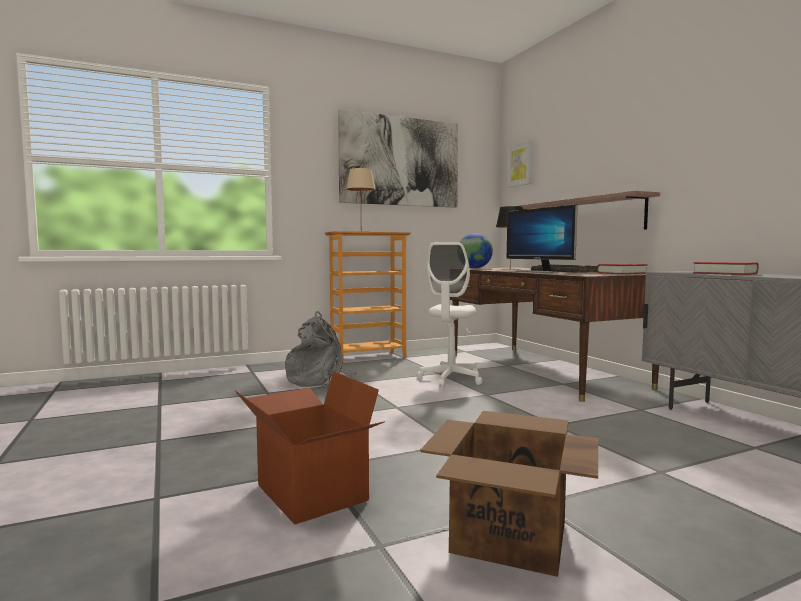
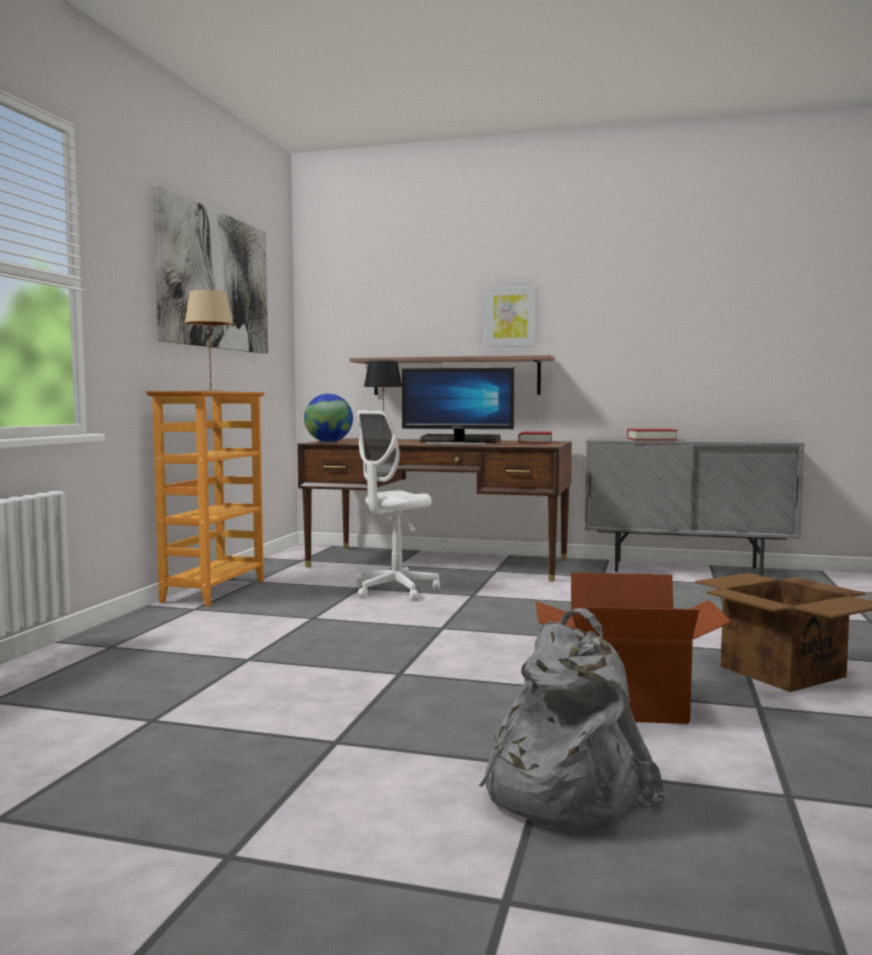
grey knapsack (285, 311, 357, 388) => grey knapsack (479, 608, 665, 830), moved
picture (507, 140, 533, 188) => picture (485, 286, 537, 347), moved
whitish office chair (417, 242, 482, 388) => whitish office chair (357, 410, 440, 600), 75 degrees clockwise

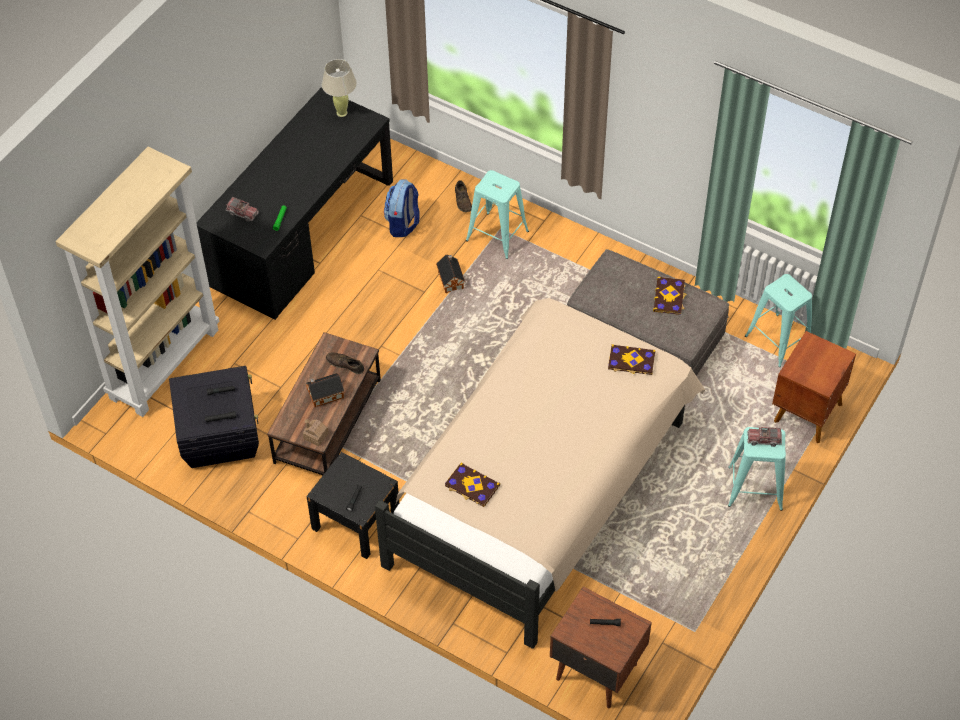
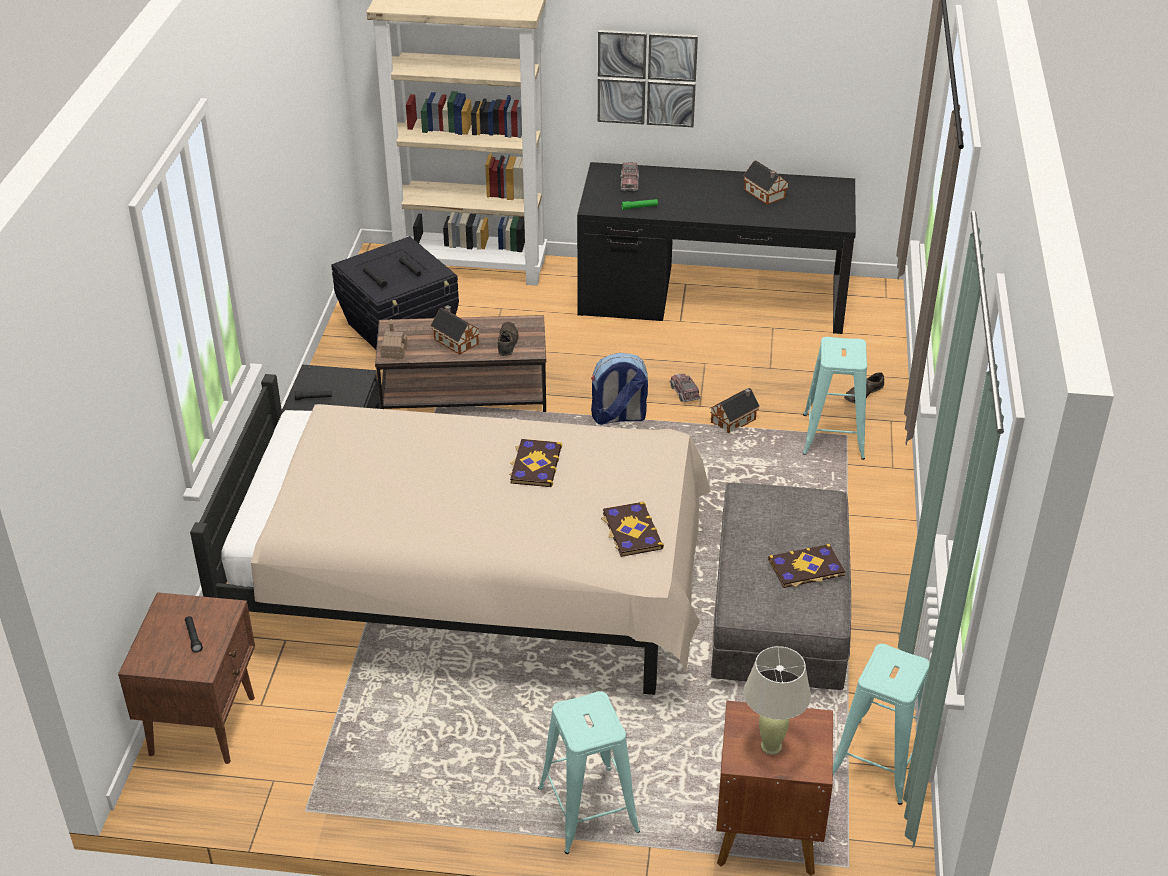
nothing => picture (598, 30, 698, 127)
nothing => model house (743, 160, 789, 205)
sand-coloured tabletop lamp (322, 59, 357, 117) => sand-coloured tabletop lamp (743, 646, 811, 755), moved
knapsack (384, 179, 420, 237) => knapsack (591, 353, 648, 425), moved
book (445, 463, 500, 507) => book (509, 439, 562, 487), moved
model truck (747, 427, 782, 447) => model truck (670, 373, 701, 402), moved

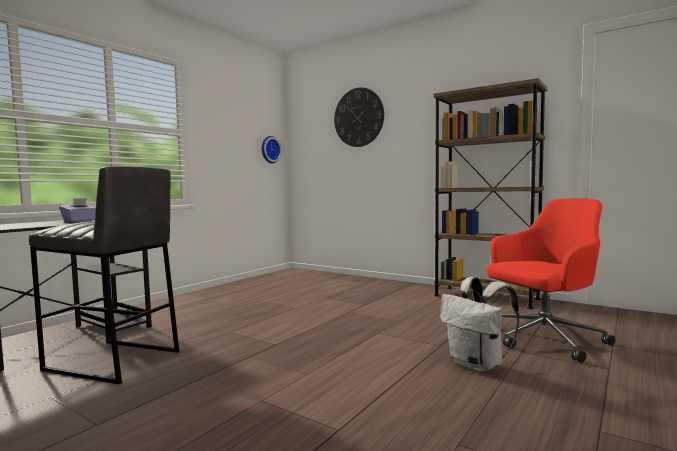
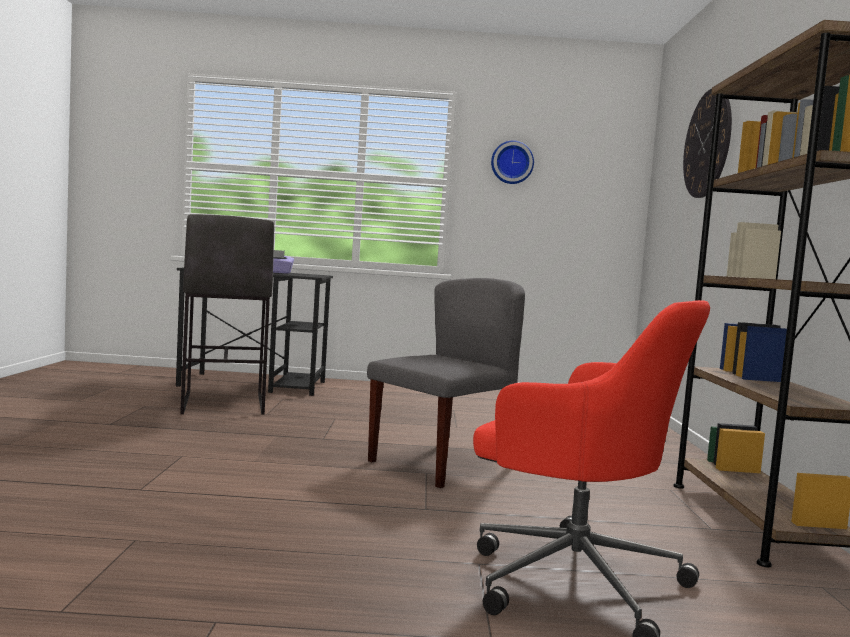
whitish knapsack (440, 277, 519, 372) => nothing
nothing => grey chair (367, 278, 525, 488)
clock on the wall (261, 136, 282, 163) => clock on the wall (491, 140, 534, 184), moved

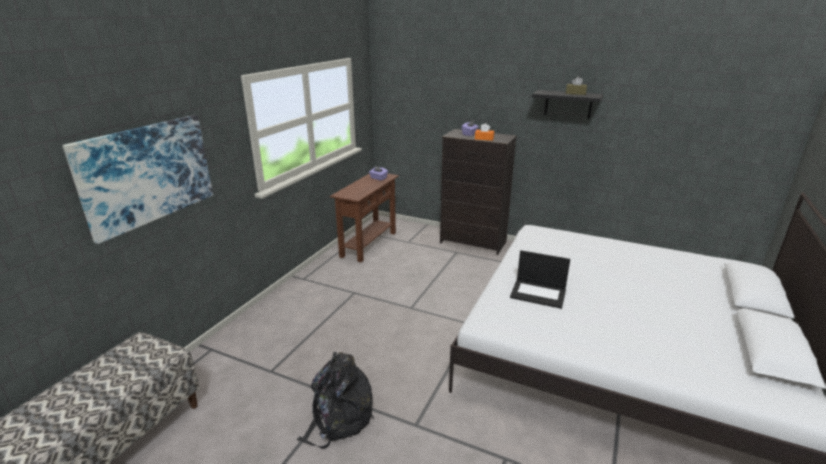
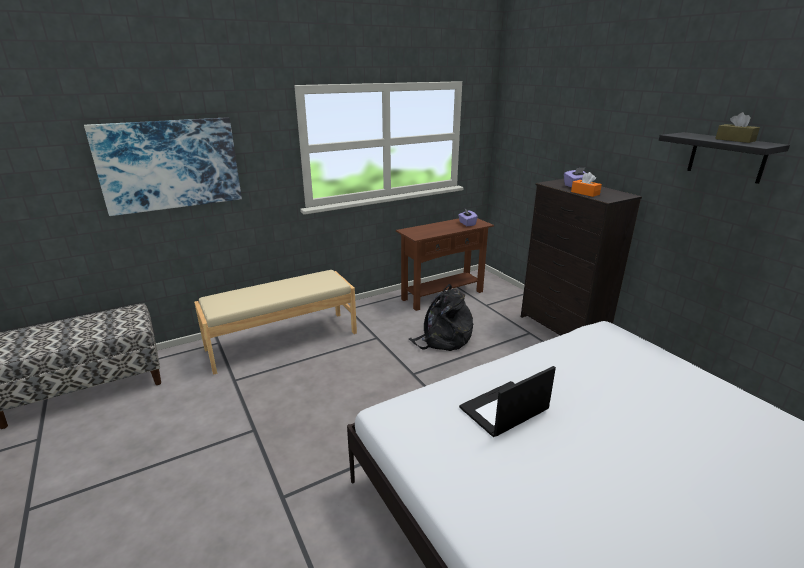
nothing => sand-coloured indoor bench (194, 270, 357, 375)
black-coloured knapsack (297, 351, 374, 449) => black-coloured knapsack (409, 284, 473, 351), moved
notebook computer (510, 250, 570, 309) => notebook computer (459, 366, 556, 437), 90 degrees clockwise

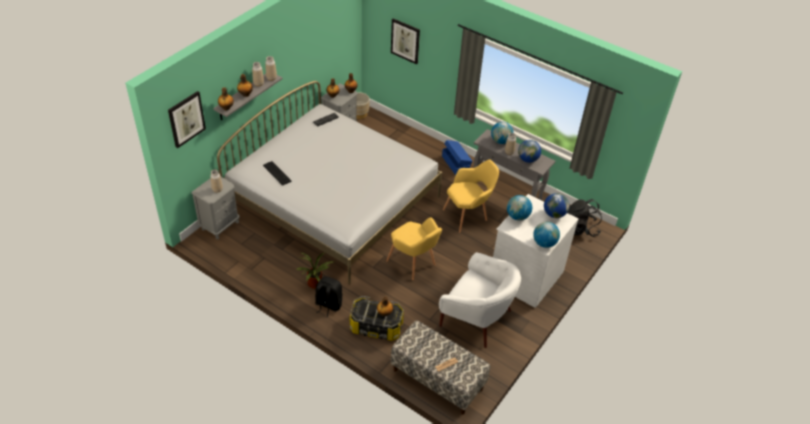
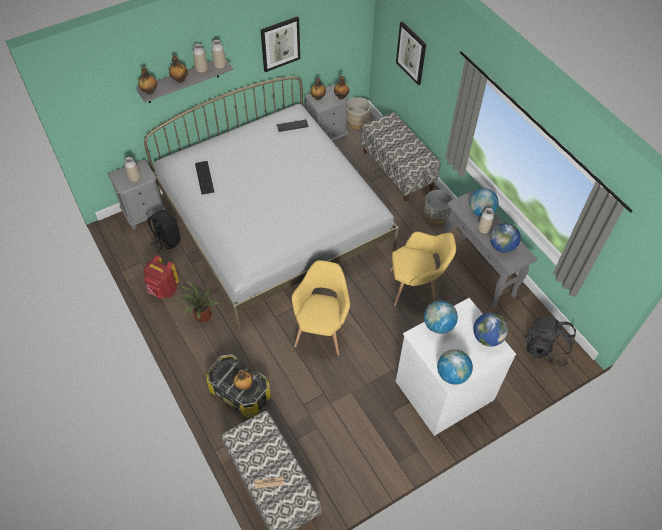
whitish armchair (439, 252, 521, 348) => nothing
nothing => red-coloured knapsack (143, 255, 179, 298)
nothing => indoor bench (361, 112, 441, 202)
picture (168, 91, 206, 148) => picture (261, 16, 300, 72), moved
black-coloured knapsack (315, 276, 343, 318) => black-coloured knapsack (147, 210, 181, 252), moved
bluish storage container (442, 140, 473, 175) => grey planter (424, 190, 453, 224)
yellow armchair (386, 217, 442, 280) => yellow armchair (292, 260, 350, 355), 150 degrees counterclockwise

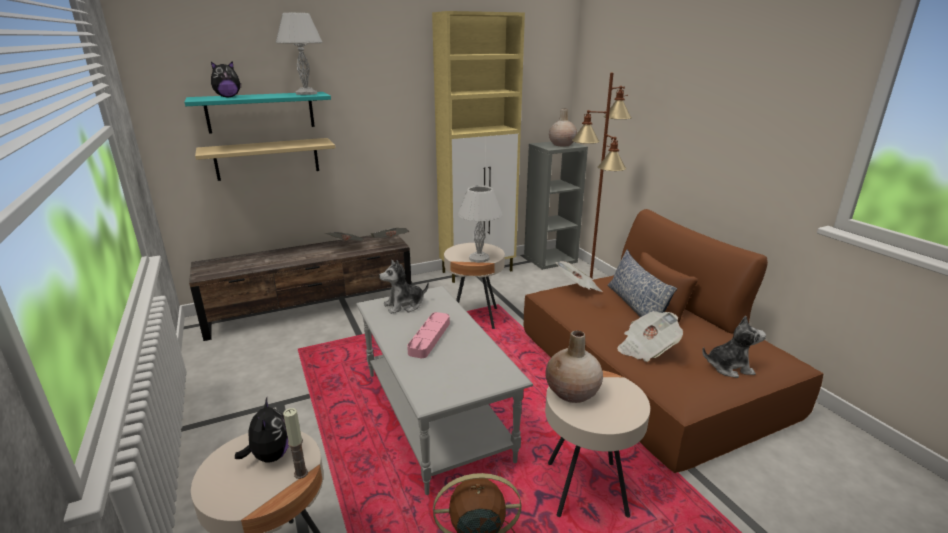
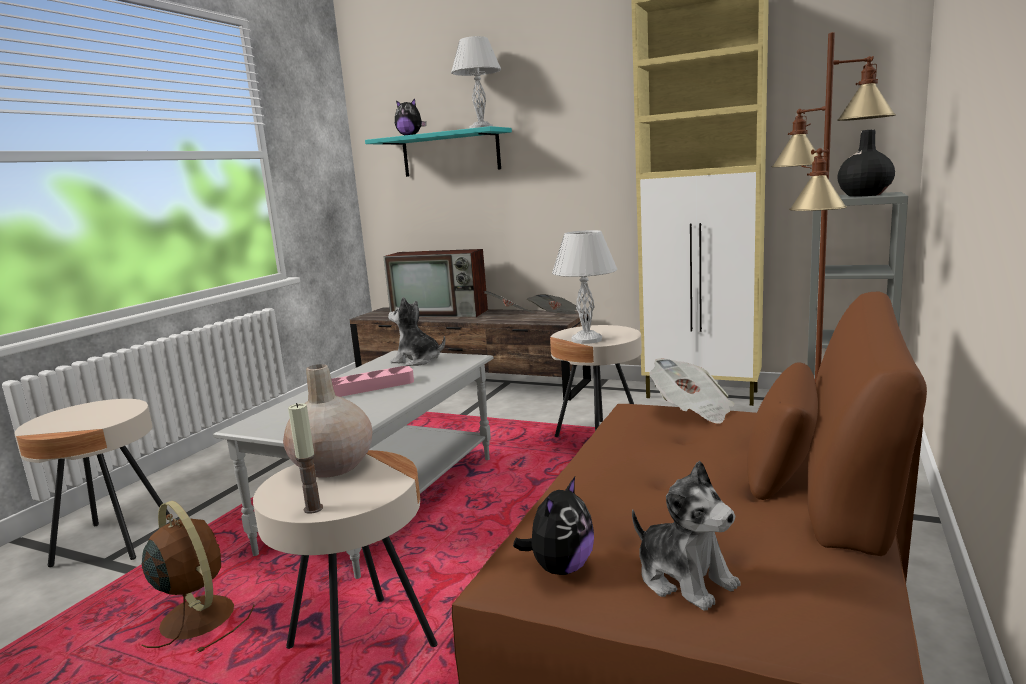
sand-coloured wall shelf (195, 138, 336, 181) => nothing
pillow (607, 250, 677, 317) => nothing
printed paper (617, 311, 683, 362) => nothing
nothing => TV set (383, 249, 488, 317)
cuddly toy (235, 398, 289, 462) => cuddly toy (513, 477, 594, 575), moved
wax candle (283, 408, 308, 479) => wax candle (288, 403, 323, 514), moved
sand-coloured vase (549, 109, 577, 147) => black-coloured vase (837, 129, 895, 197)

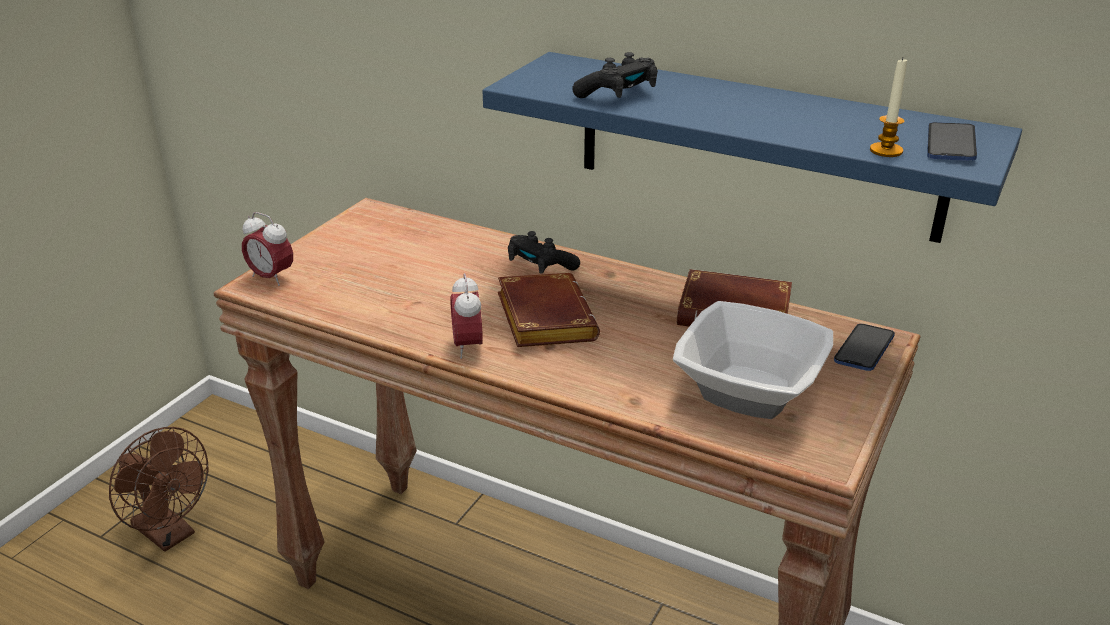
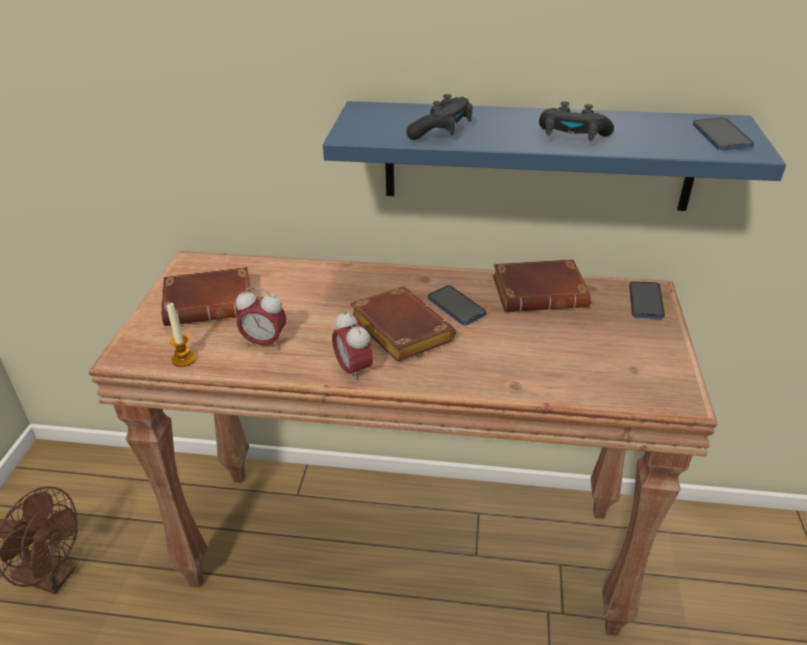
deep dish (673, 301, 833, 419) => nothing
nothing => brown book (161, 267, 251, 326)
nothing => phone (428, 285, 486, 326)
bedside clock (242, 212, 293, 286) => bedside clock (236, 287, 286, 349), moved
black-coloured gamepad (508, 231, 580, 274) => black-coloured gamepad (539, 101, 614, 141), moved
wax candle (870, 58, 907, 157) => wax candle (167, 302, 196, 367), moved

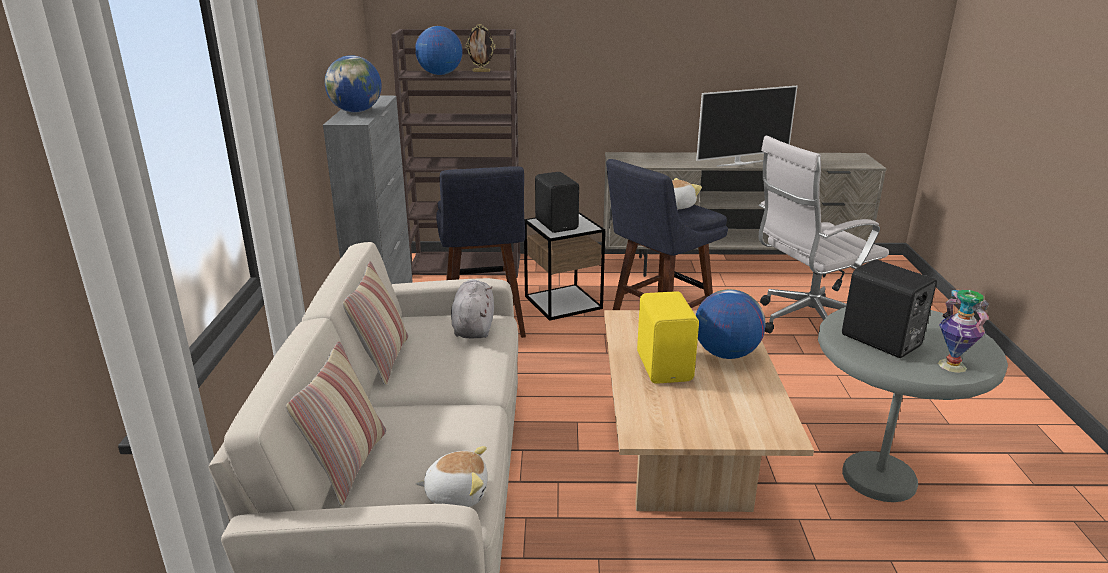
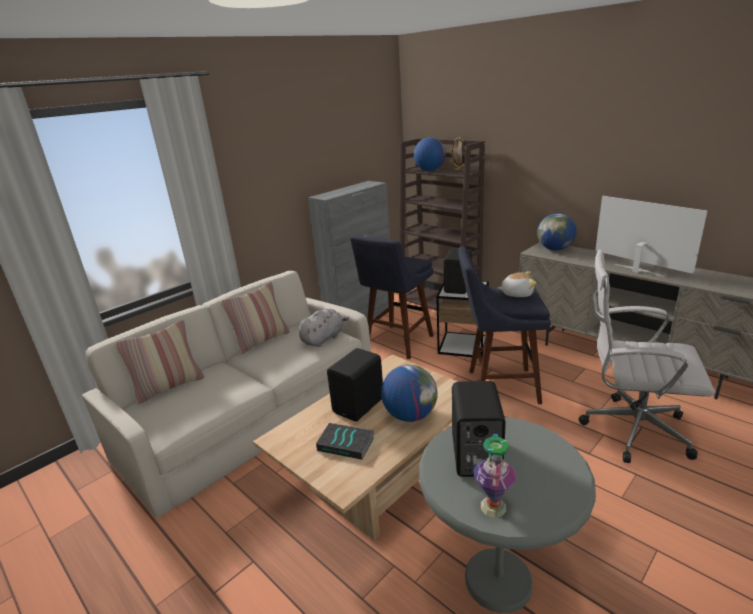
cuddly toy (416, 446, 488, 507) => nothing
nothing => book (316, 423, 374, 460)
desk globe (325, 55, 382, 112) => desk globe (537, 213, 577, 251), moved
yellow speaker (637, 291, 699, 384) => black-coloured speaker (327, 348, 383, 422)
TV set (696, 86, 798, 166) => TV set (595, 196, 707, 277), 150 degrees counterclockwise

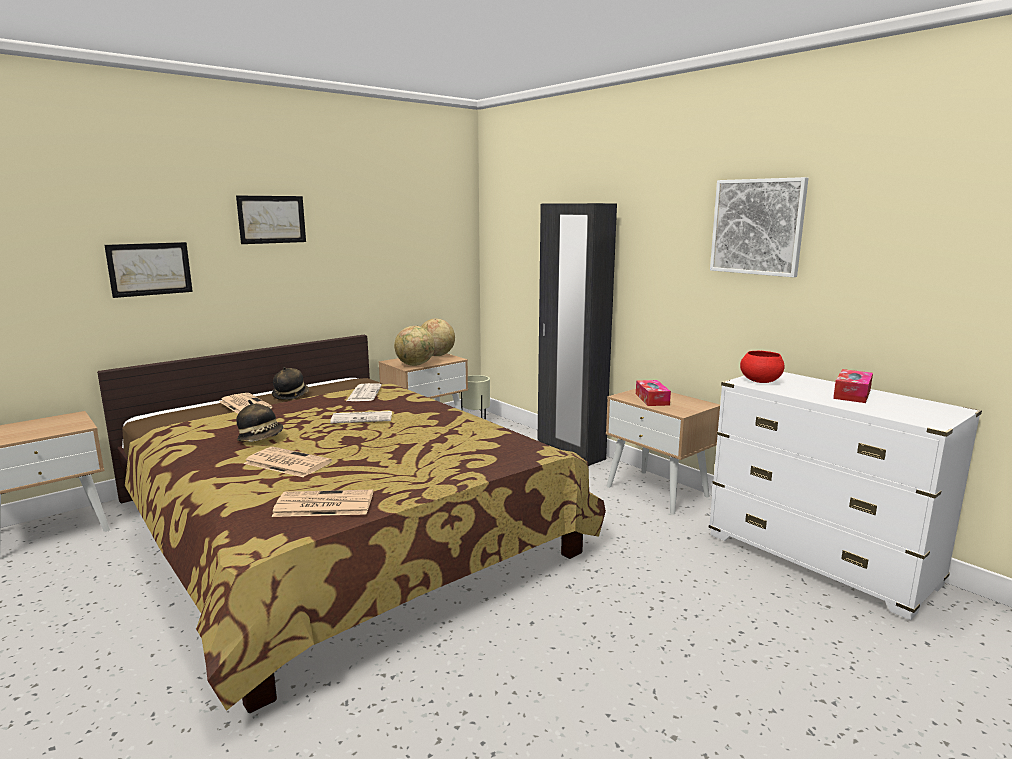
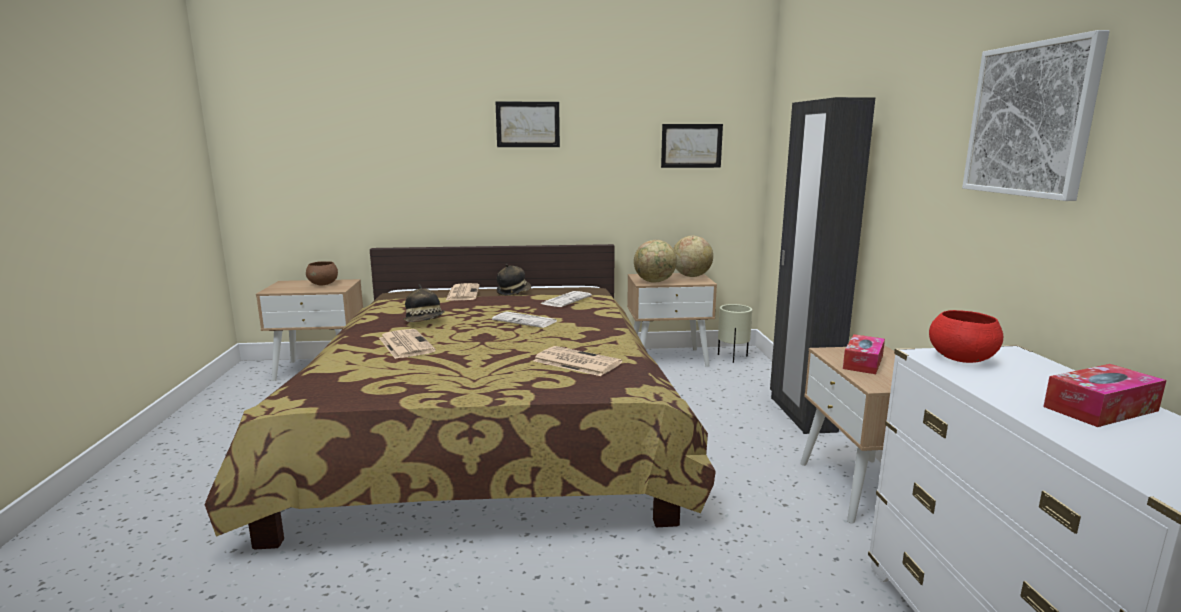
nothing => brown deep dish (306, 261, 338, 285)
picture (104, 242, 193, 298) => picture (661, 124, 723, 168), moved
printed paper (272, 490, 373, 517) => printed paper (533, 346, 622, 376), moved

